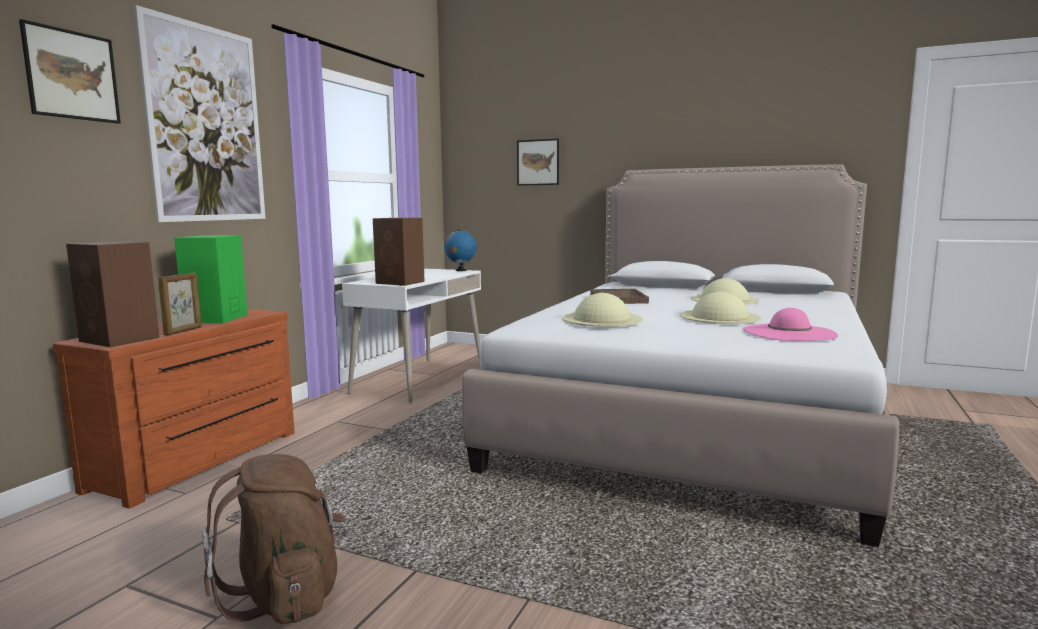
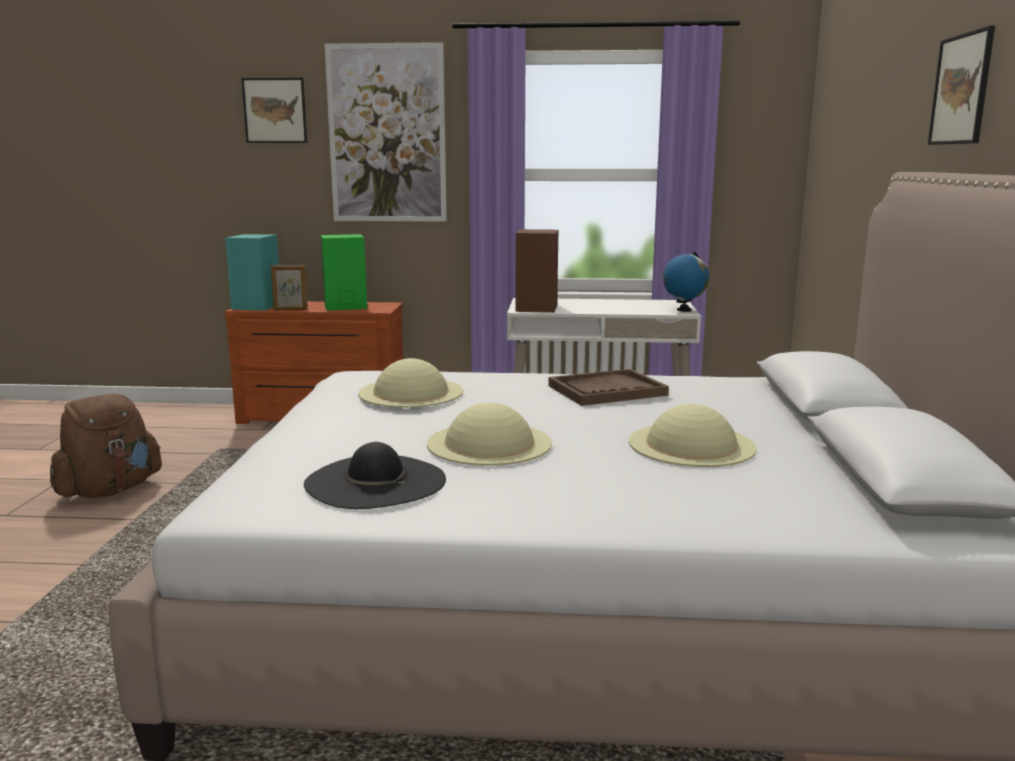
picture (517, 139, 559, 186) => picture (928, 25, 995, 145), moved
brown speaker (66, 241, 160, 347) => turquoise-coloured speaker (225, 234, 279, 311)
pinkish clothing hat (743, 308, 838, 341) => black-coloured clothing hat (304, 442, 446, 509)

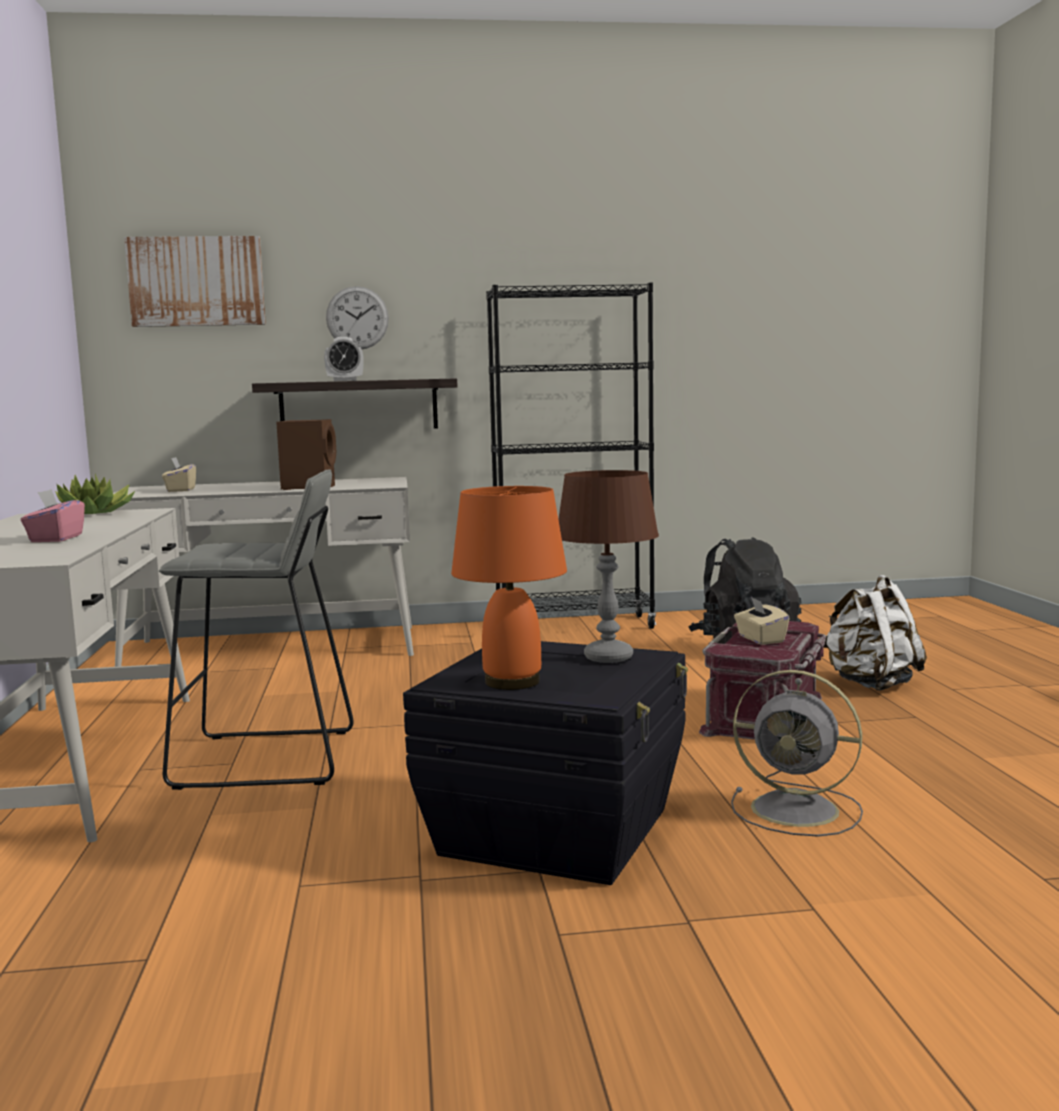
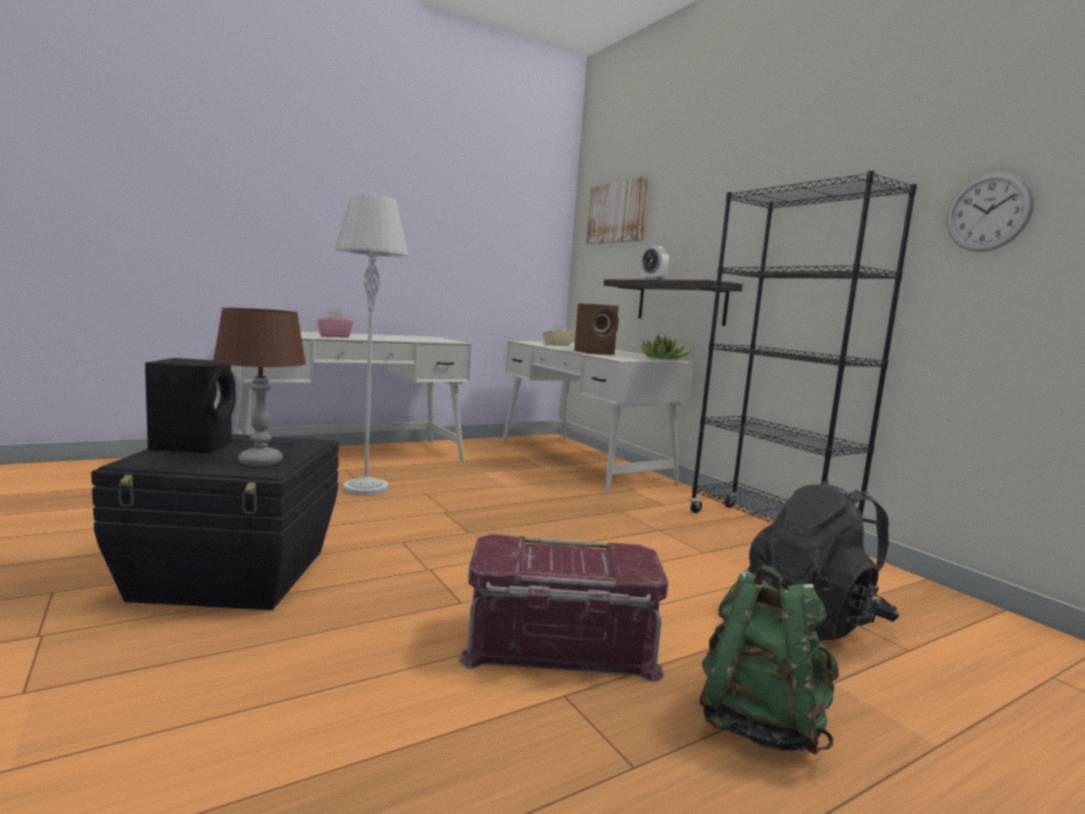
grey fan (731, 670, 863, 837) => nothing
sand-coloured tissue holder (734, 597, 790, 645) => nothing
plant in a pot (55, 474, 136, 514) => plant in a pot (640, 334, 694, 359), moved
clock on the wall (326, 286, 389, 349) => clock on the wall (946, 172, 1034, 252), moved
grey sitting stool (159, 469, 354, 790) => grey standard lamp (335, 194, 409, 495)
orangey tabletop lamp (451, 486, 567, 690) => black-coloured speaker (145, 358, 236, 453)
whitish knapsack (824, 575, 927, 690) => green-coloured knapsack (700, 565, 839, 754)

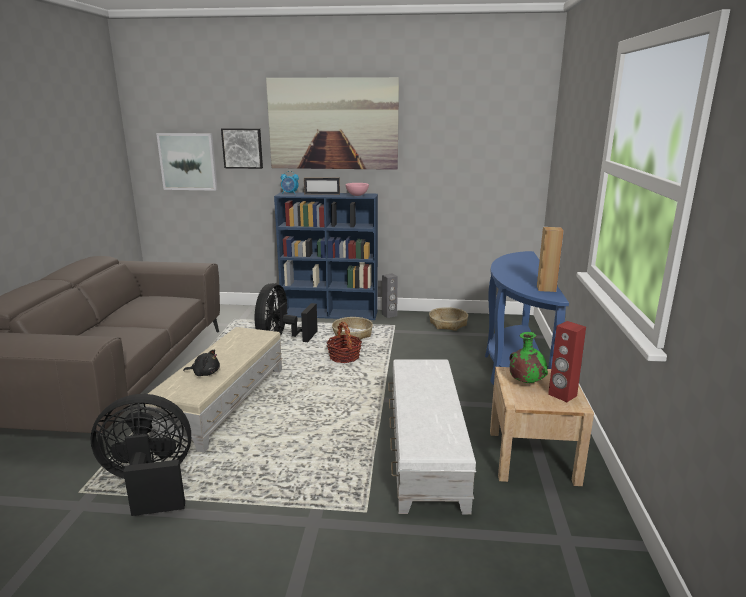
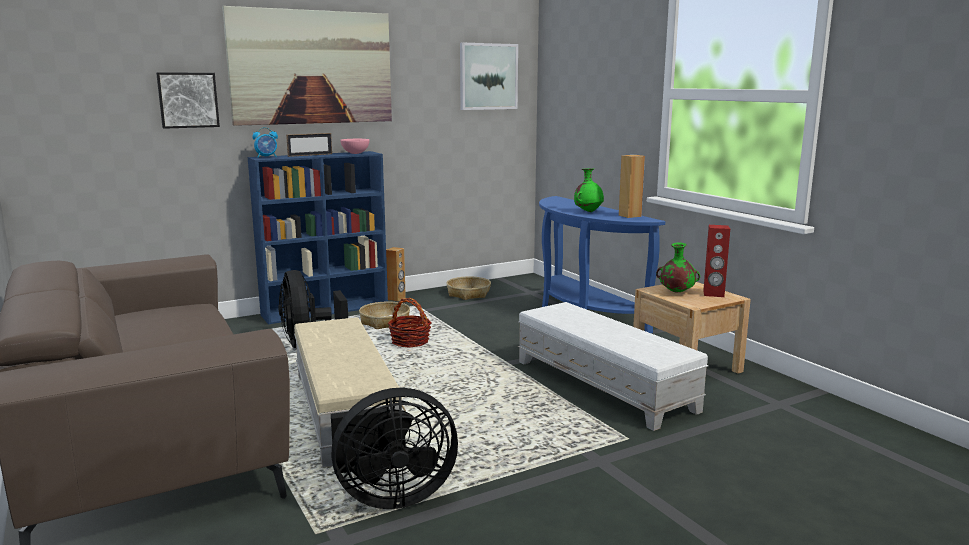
black-coloured cuddly toy (183, 349, 220, 376) => nothing
nothing => green-coloured vase (574, 168, 604, 212)
picture (156, 133, 217, 191) => picture (460, 43, 518, 110), moved
grey speaker (382, 273, 398, 318) => brown speaker (386, 247, 406, 301)
black-coloured fan (90, 394, 191, 516) => black-coloured fan (331, 388, 458, 509), 150 degrees counterclockwise

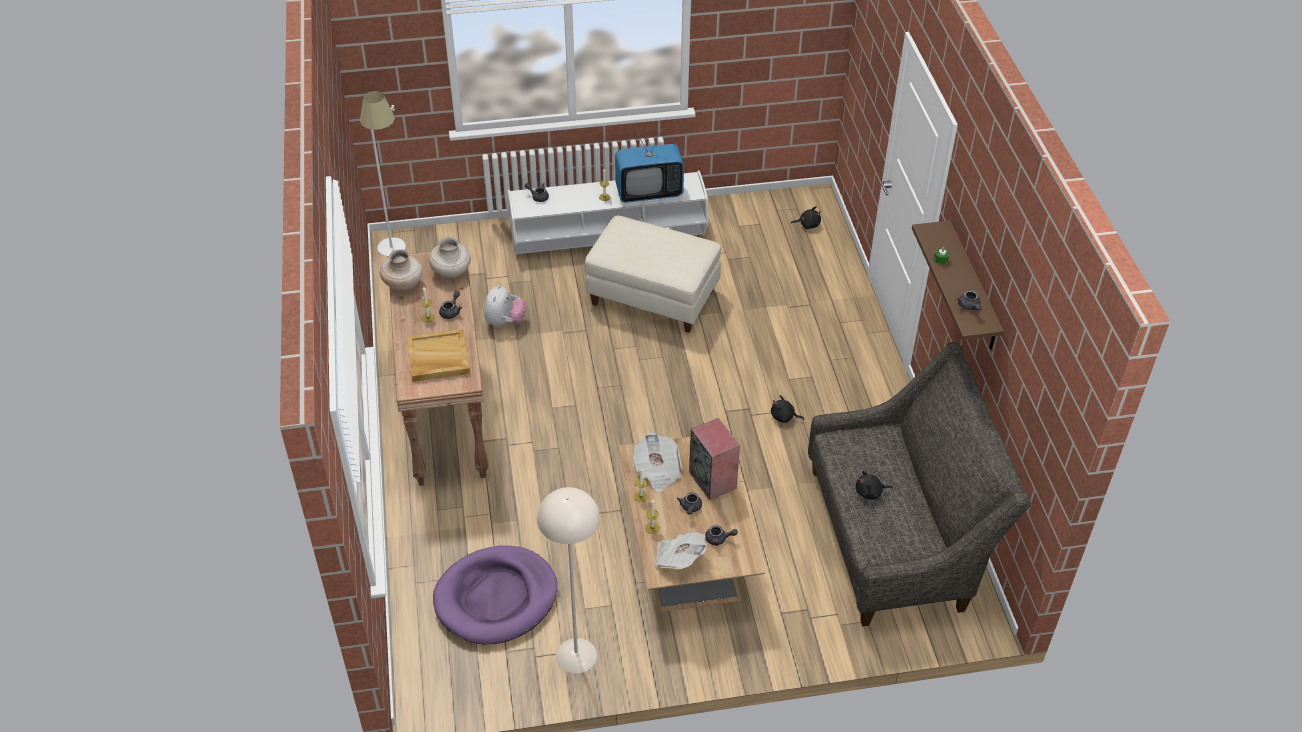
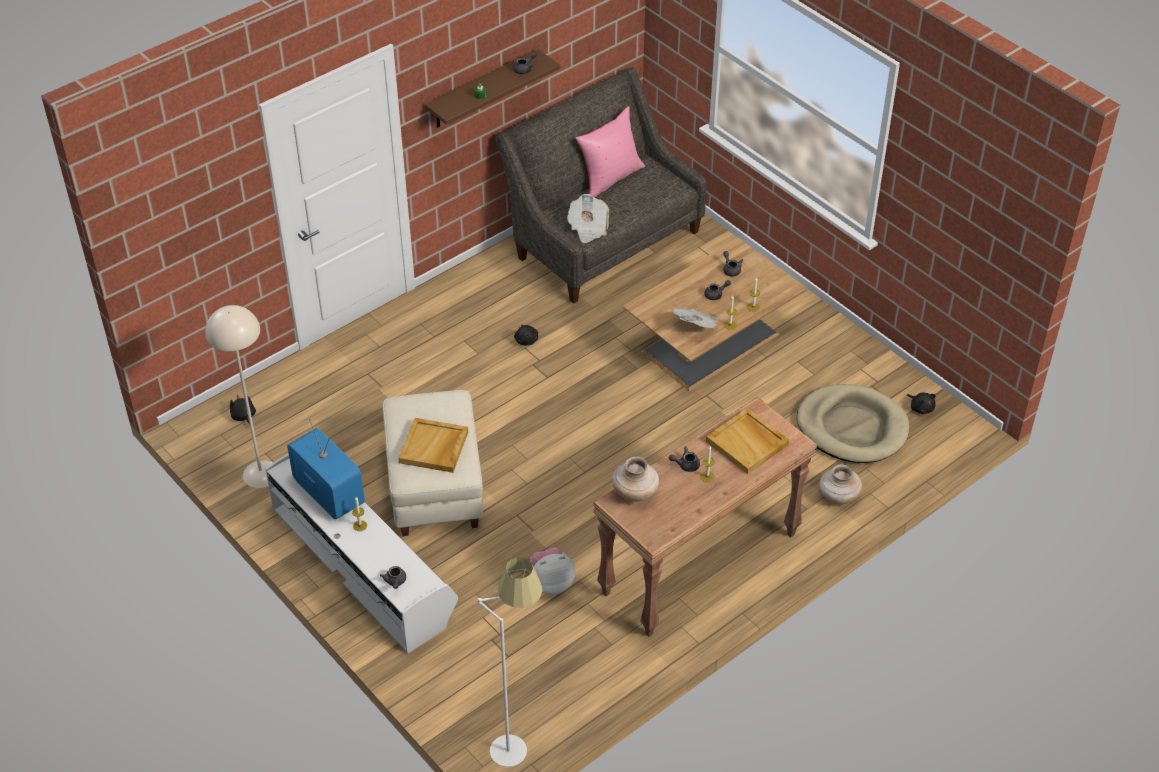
speaker (689, 418, 740, 500) => nothing
nothing => sand-coloured serving tray (398, 418, 468, 473)
nothing => pinkish pillow (575, 106, 645, 198)
sand-coloured vase (380, 249, 423, 291) => sand-coloured vase (819, 464, 862, 504), moved
sand-coloured standard lamp (537, 487, 600, 674) => sand-coloured standard lamp (205, 305, 273, 488), moved
printed paper (654, 531, 707, 570) => printed paper (567, 194, 609, 243), moved
black-coloured cuddly toy (856, 471, 893, 500) => black-coloured cuddly toy (906, 393, 936, 414), moved
purple dog bed (433, 546, 558, 644) => sand-coloured dog bed (797, 384, 909, 463)

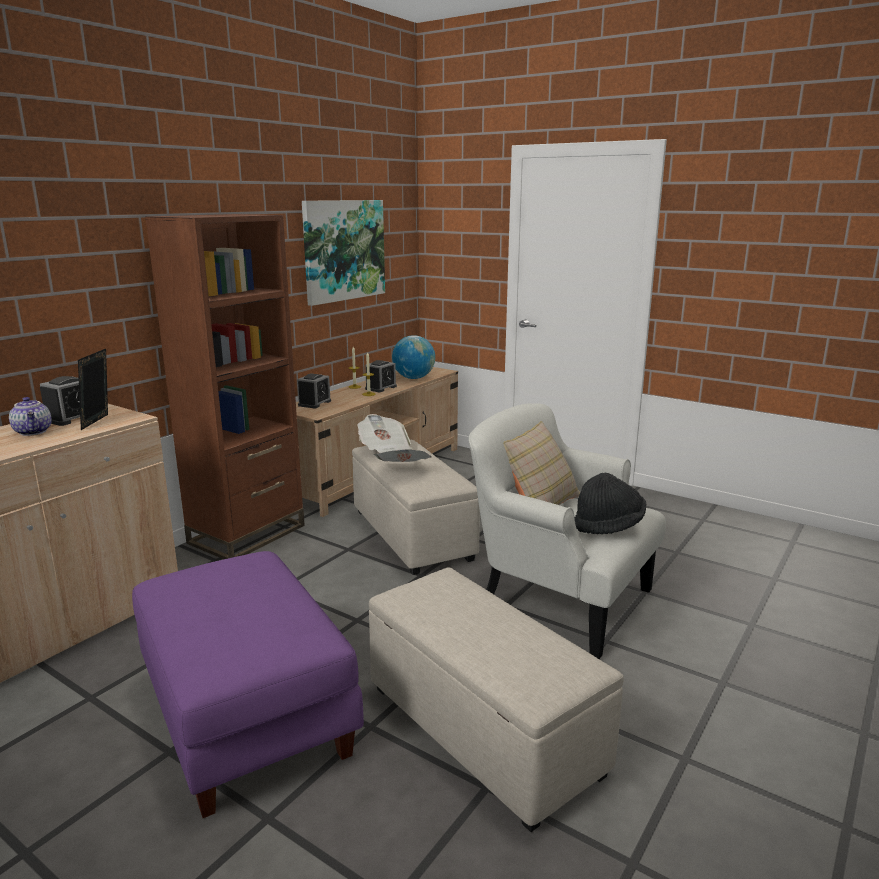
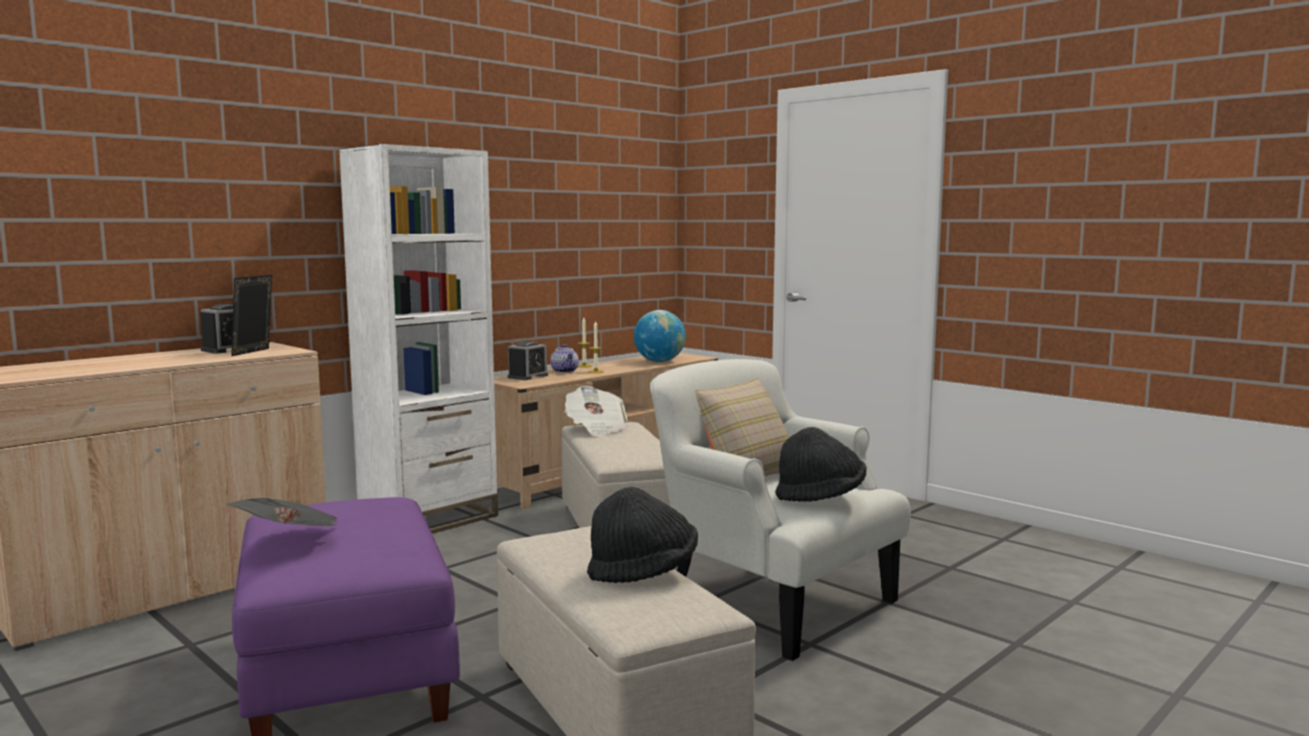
picture (302, 200, 385, 306) => nothing
bedside clock (365, 360, 397, 392) => nothing
nothing => black-coloured clothing hat (587, 487, 698, 583)
pot for tea (9, 397, 52, 436) => pot for tea (551, 344, 579, 373), moved
printed paper (373, 449, 432, 462) => printed paper (226, 498, 339, 526), moved
brown shelving unit (145, 214, 305, 559) => whitish shelving unit (339, 144, 498, 534)

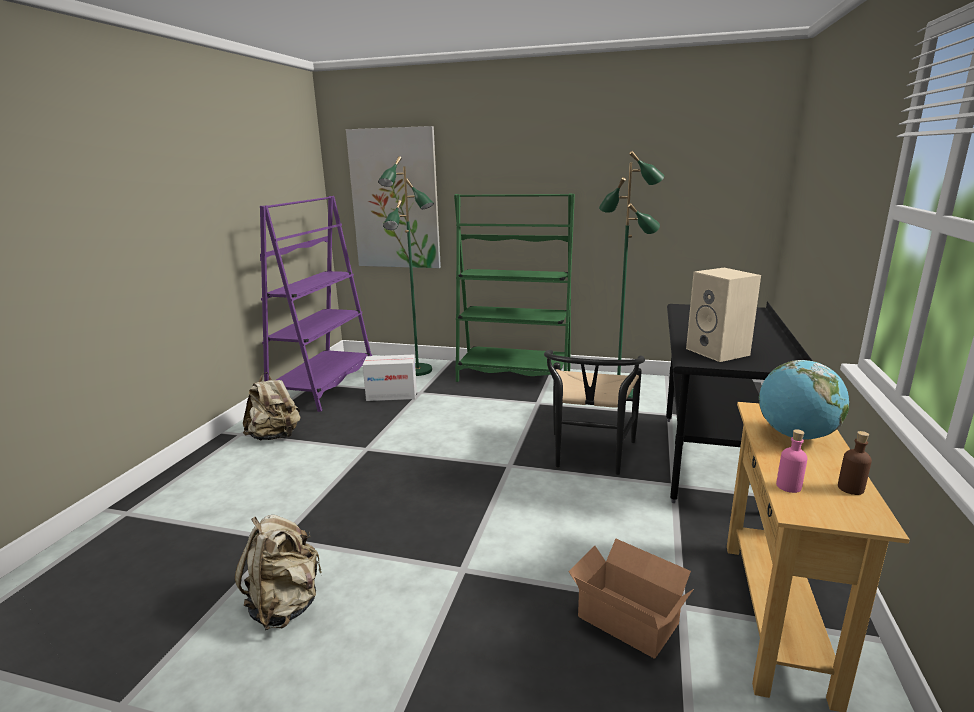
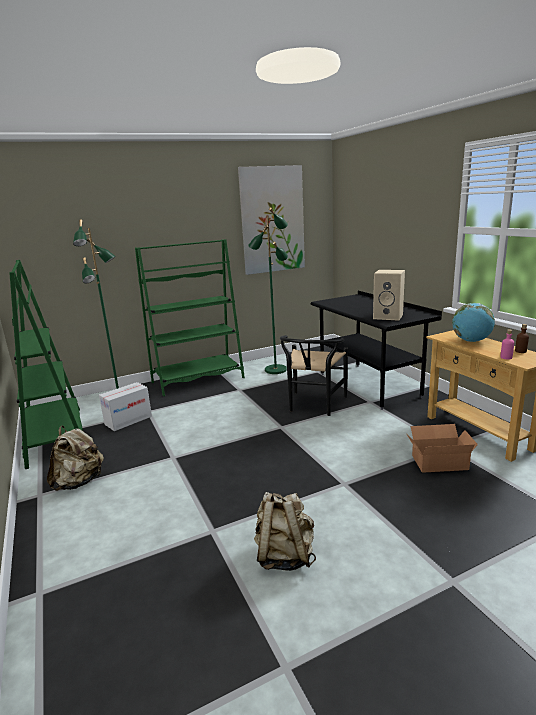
picture (346, 126, 441, 268) => picture (238, 165, 305, 275), moved
purple shelving unit (260, 196, 372, 412) => green-coloured shelving unit (9, 260, 83, 469)
black-coloured chair (544, 350, 645, 475) => black-coloured chair (280, 335, 348, 416), 45 degrees clockwise

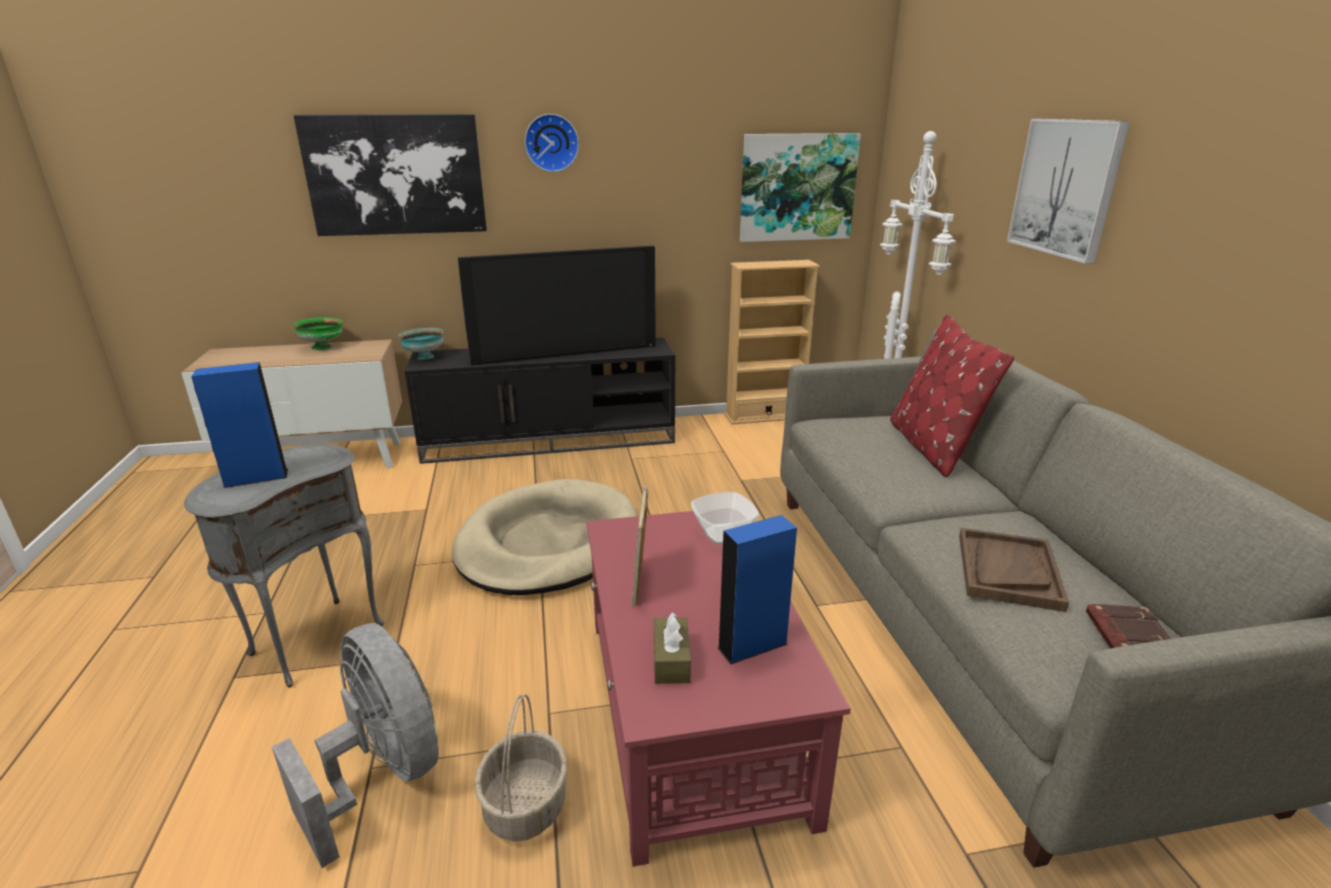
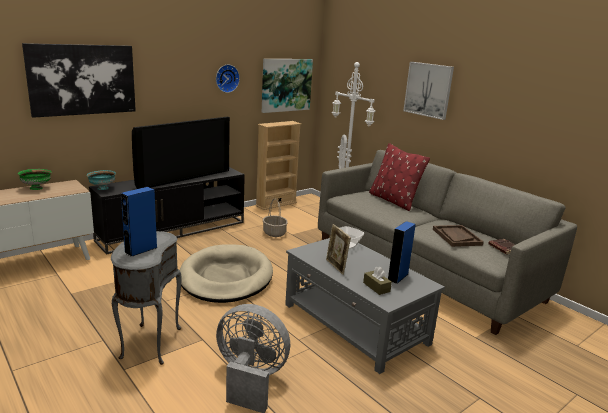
storage basket (475, 694, 567, 842) => storage basket (263, 198, 288, 237), moved
clock on the wall (525, 114, 579, 172) => clock on the wall (216, 64, 240, 93), moved
red-coloured lounge table (586, 511, 851, 867) => grey lounge table (285, 238, 445, 374)

